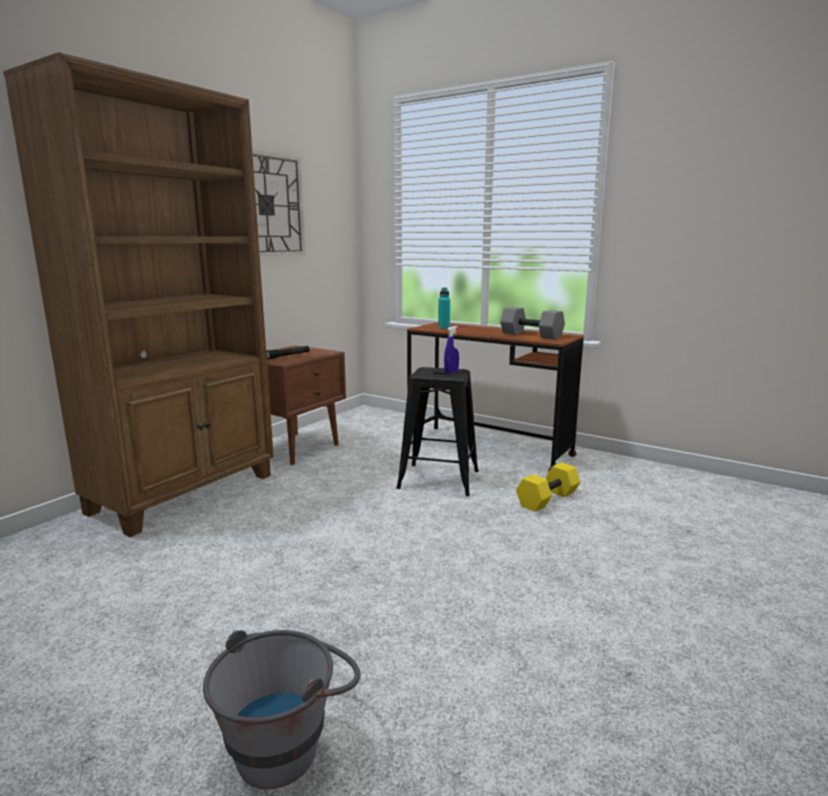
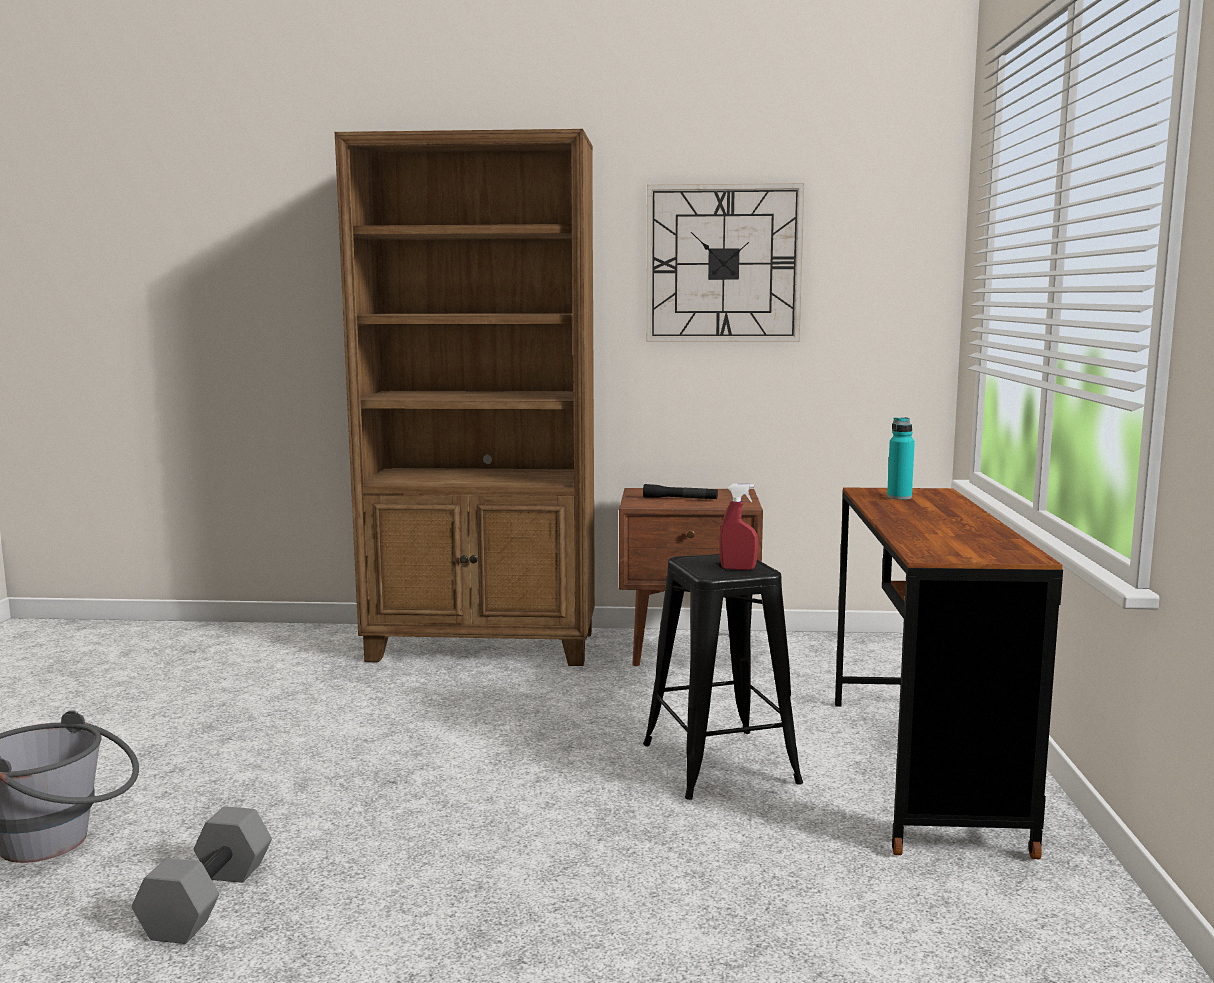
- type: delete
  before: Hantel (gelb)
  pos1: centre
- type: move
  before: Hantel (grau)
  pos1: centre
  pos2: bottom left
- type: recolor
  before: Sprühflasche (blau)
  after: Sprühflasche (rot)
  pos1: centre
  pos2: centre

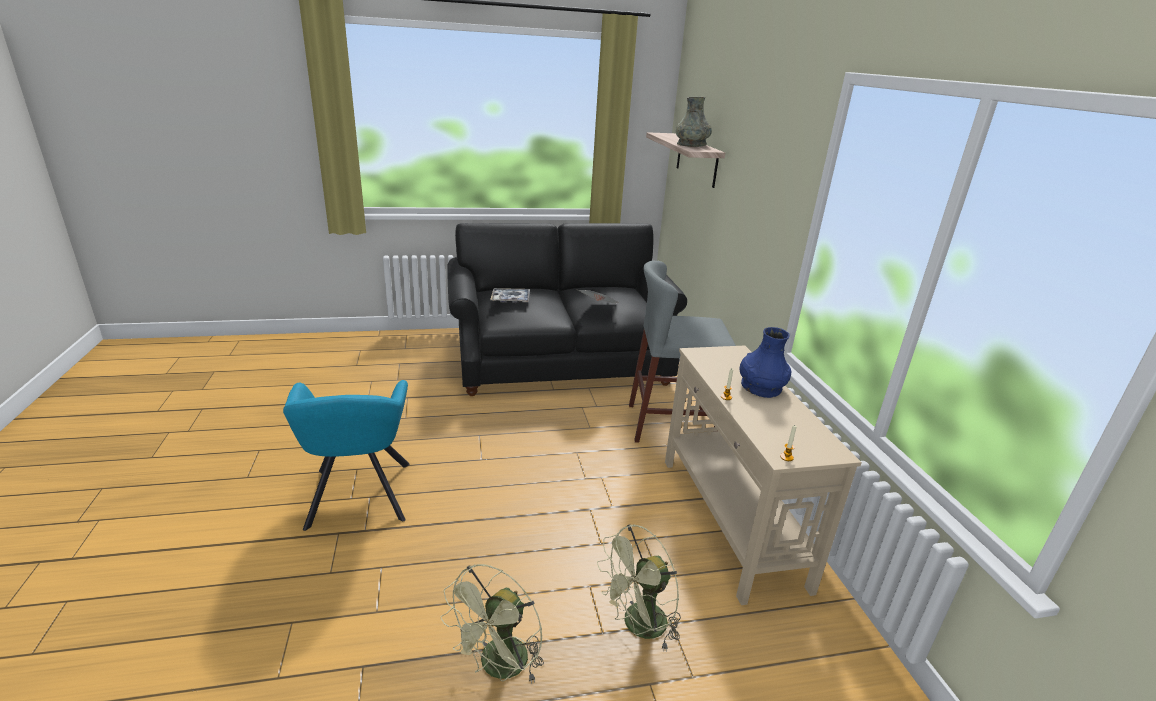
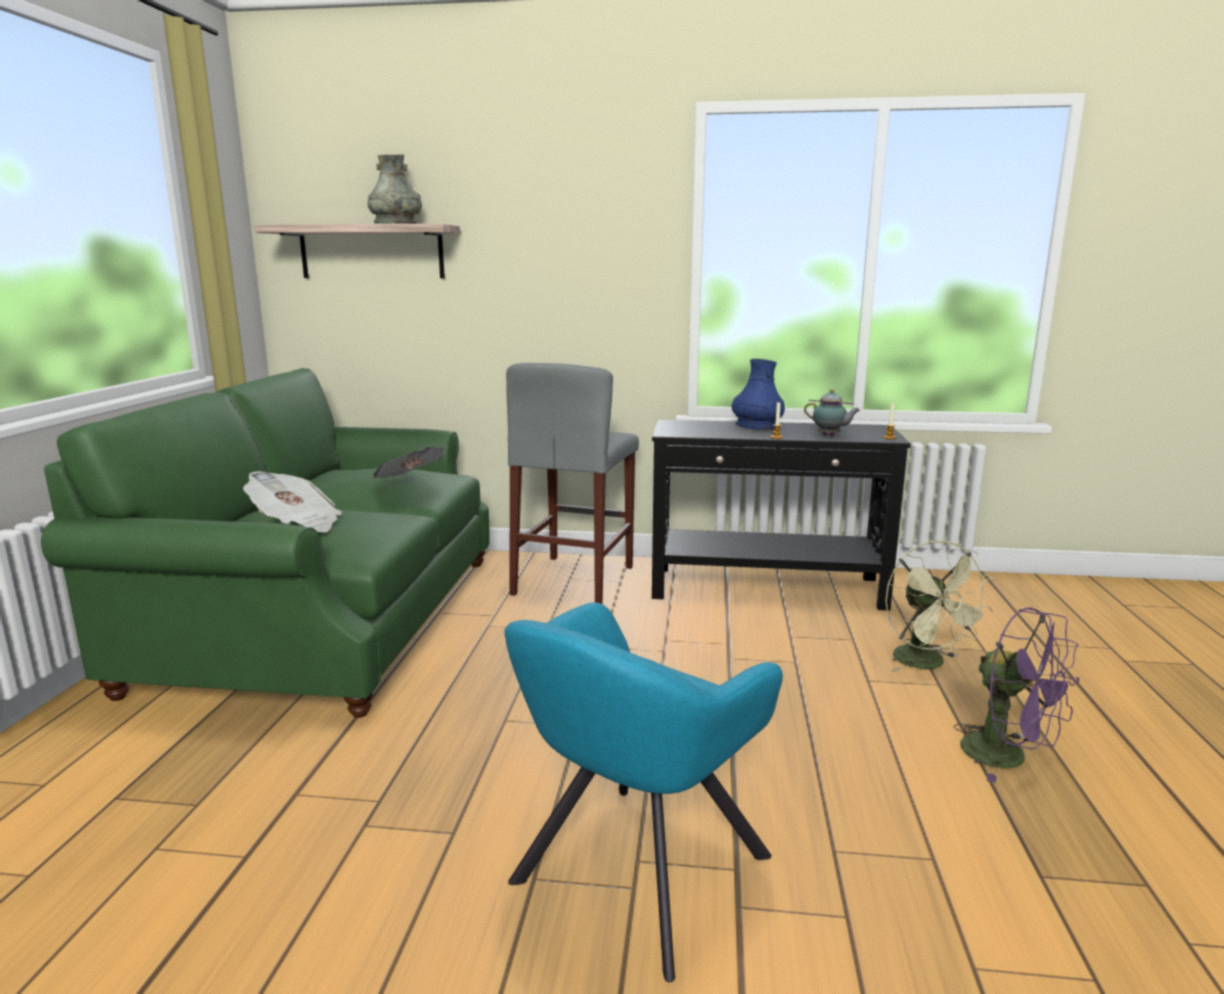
- type: insert
  after: Teekanne
  pos2: middle right
- type: replace
  before: Tablett
  after: Zeitung (1st from left)
  pos1: centre
  pos2: middle left
- type: recolor
  before: Ventilator (grün) (1st from left)
  after: Ventilator (lila)
  pos1: bottom centre
  pos2: bottom right
- type: recolor
  before: Sofa (schwarz)
  after: Sofa (grün)
  pos1: centre
  pos2: middle left
- type: recolor
  before: Konsolentisch (beige)
  after: Konsolentisch (schwarz)
  pos1: bottom centre
  pos2: centre
- type: rotate
  before: Sessel (türkis)
  pos1: middle left
  pos2: bottom centre
  turn: 120

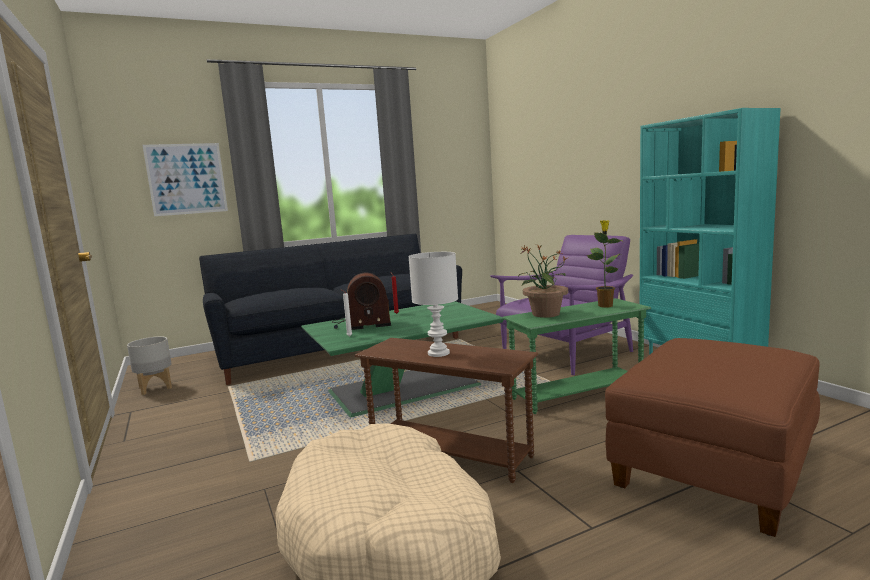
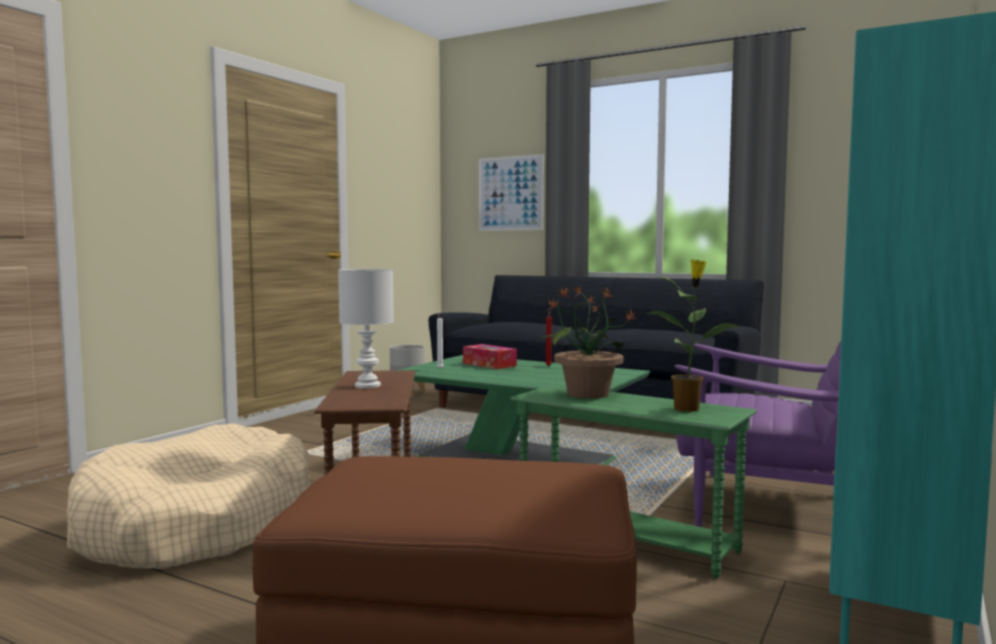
- type: replace
  before: Radio
  after: Taschentuchbox
  pos1: centre
  pos2: centre

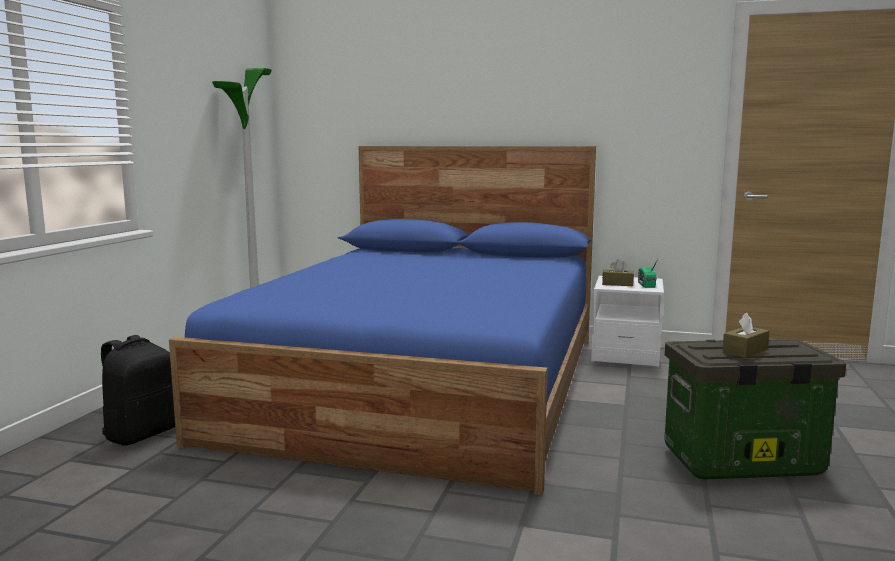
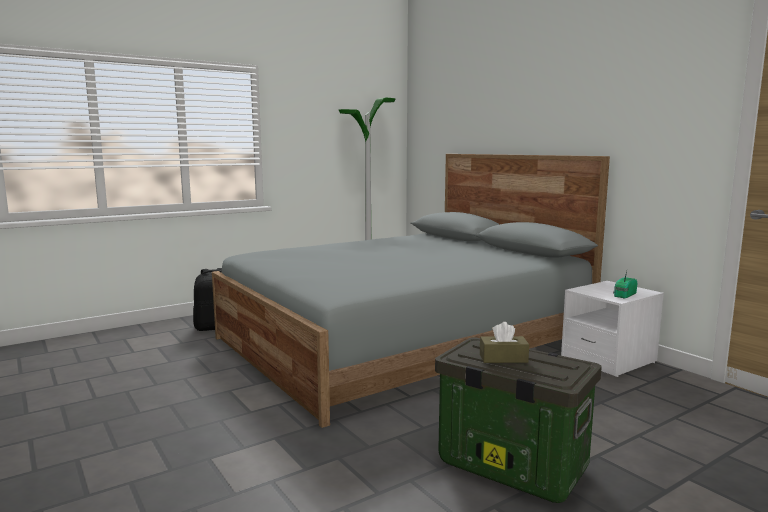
- type: delete
  before: Taschentuchbox (braun) (1st from left)
  pos1: middle right
- type: recolor
  before: Bett (blau)
  after: Bett (grau)
  pos1: centre
  pos2: centre

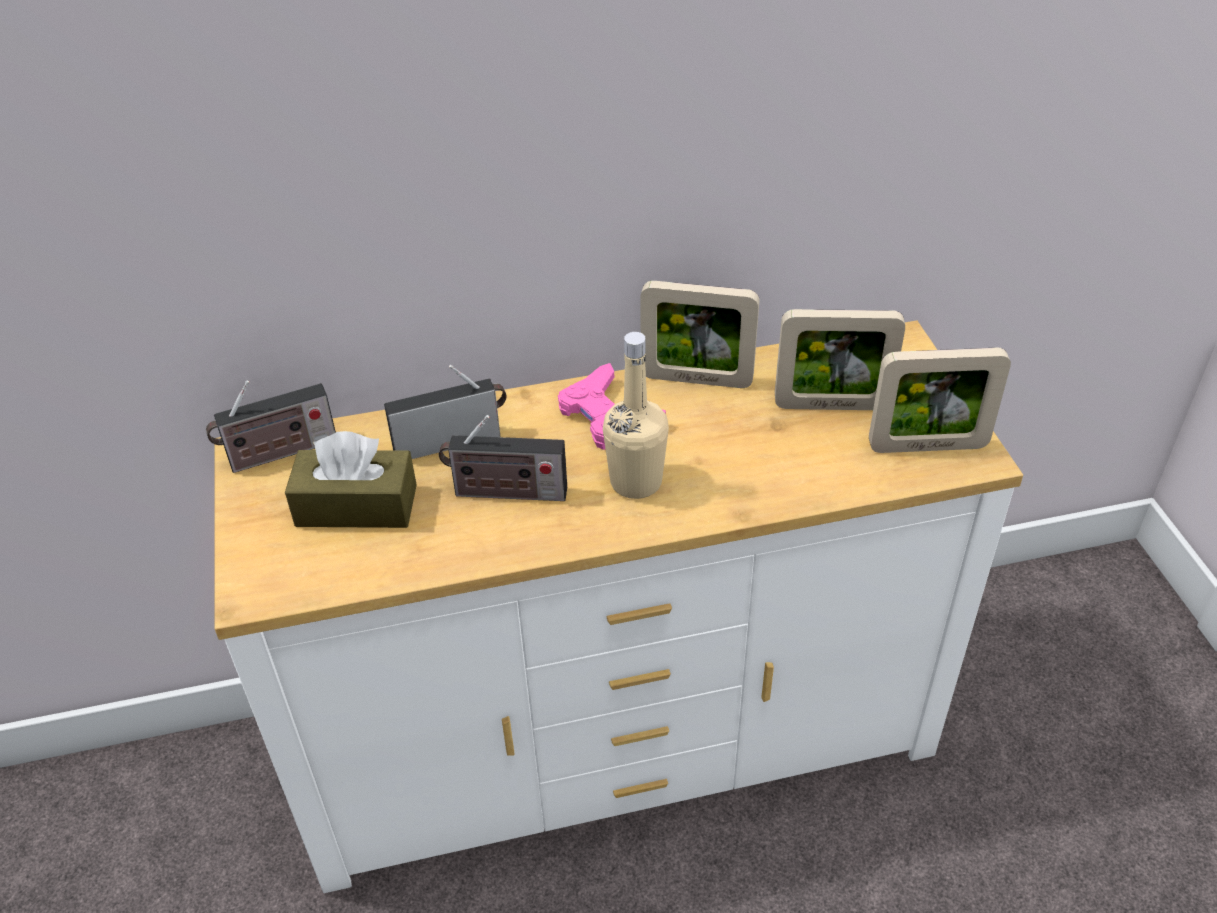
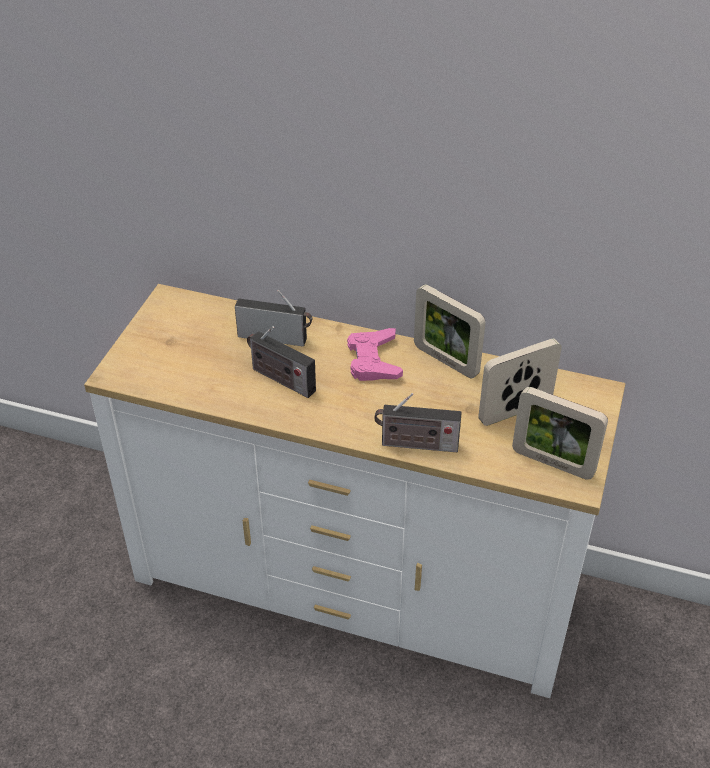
- type: delete
  before: Taschentuchbox (braun)
  pos1: middle left
- type: delete
  before: Flasche (beige)
  pos1: centre
- type: move
  before: Radio (1st from left in the first image)
  after: Radio (3rd from left)
  pos1: middle left
  pos2: centre
- type: rotate
  before: Bilderrahmen (2nd from left)
  pos1: middle right
  pos2: middle right
  turn: 120

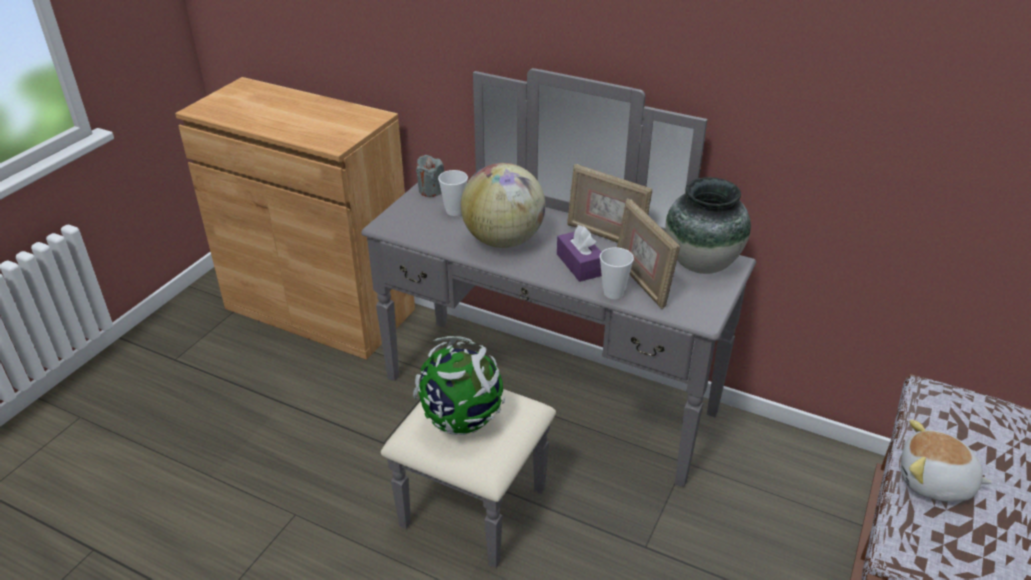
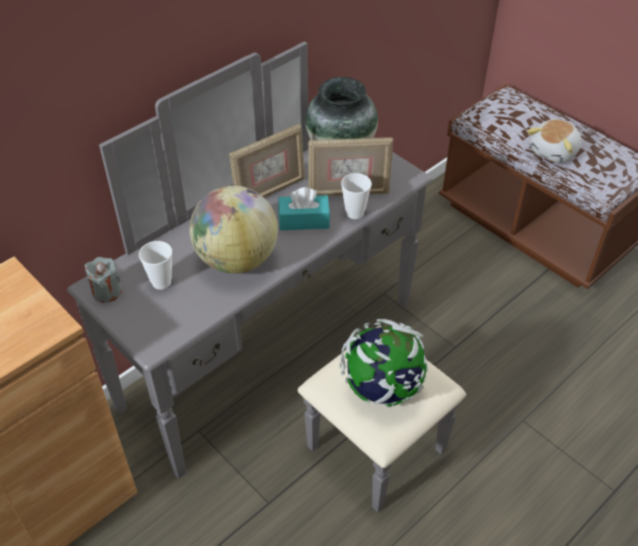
- type: recolor
  before: Taschentuchbox (lila)
  after: Taschentuchbox (türkis)
  pos1: centre
  pos2: centre

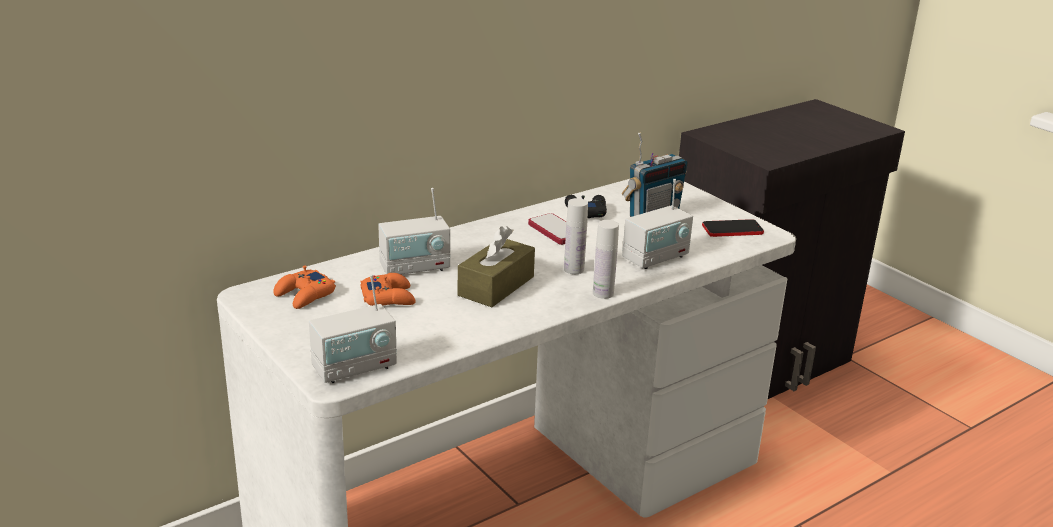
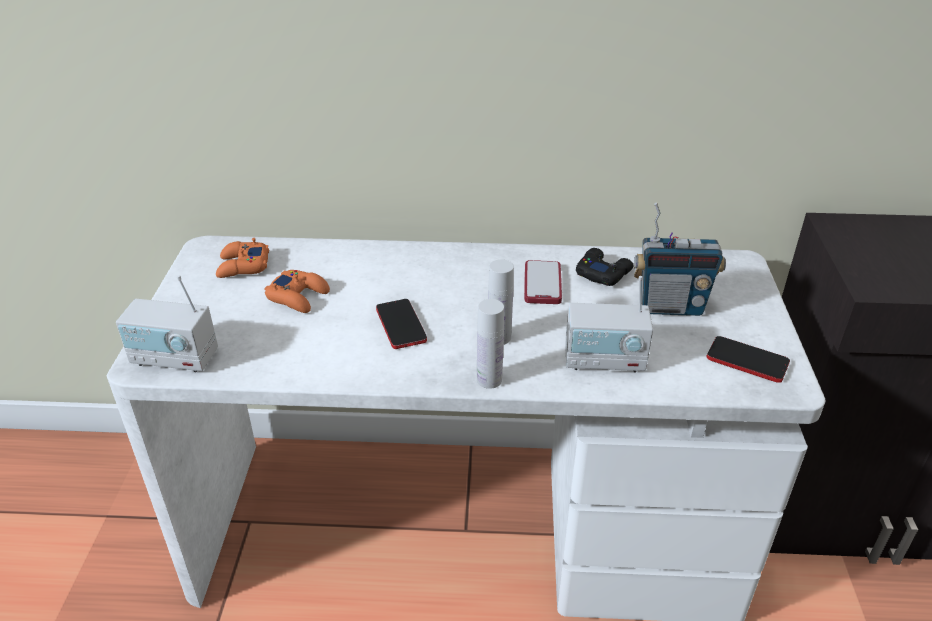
- type: delete
  before: Radio (2nd from left)
  pos1: centre
- type: replace
  before: Taschentuchbox (braun)
  after: Handy (1st from left)
  pos1: centre
  pos2: centre

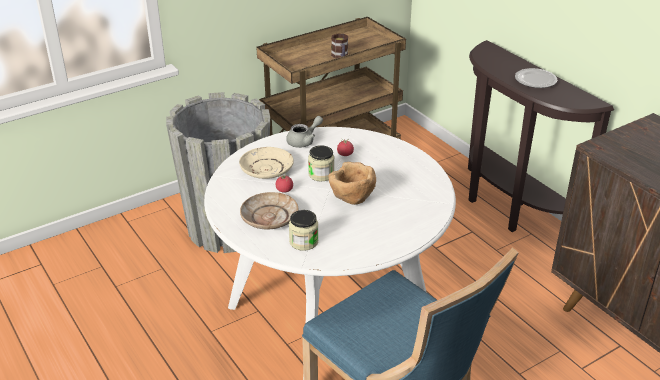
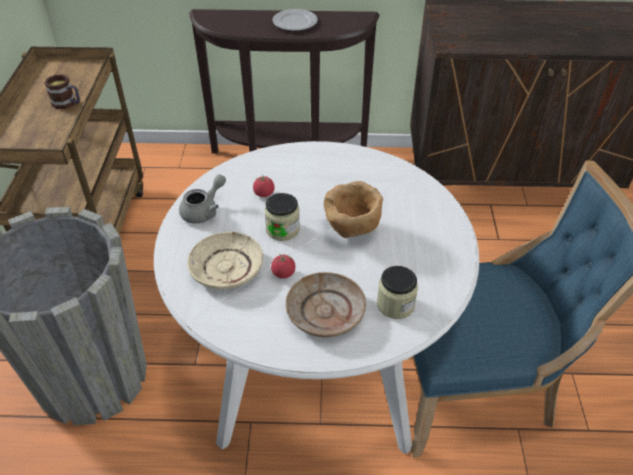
- type: rotate
  before: Teekanne (grau)
  pos1: centre
  pos2: middle left
  turn: 45

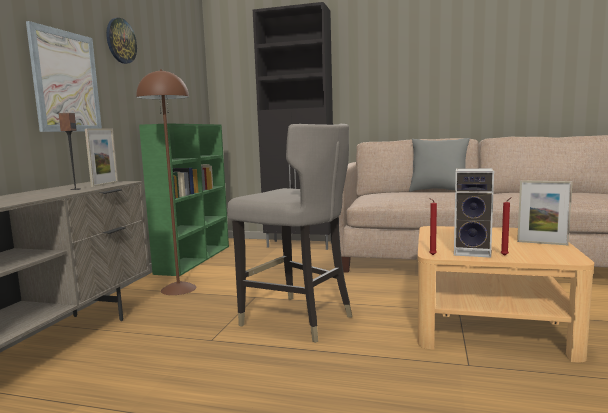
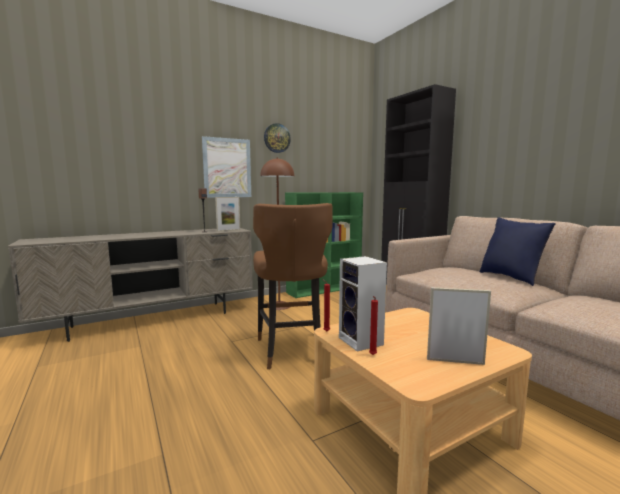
- type: recolor
  before: Hocker (grau)
  after: Hocker (braun)
  pos1: centre
  pos2: centre
- type: recolor
  before: Kissen (grau)
  after: Kissen (blau)
  pos1: middle right
  pos2: middle right
- type: rotate
  before: Bilderrahmen (2nd from left)
  pos1: middle right
  pos2: middle right
  turn: 120

